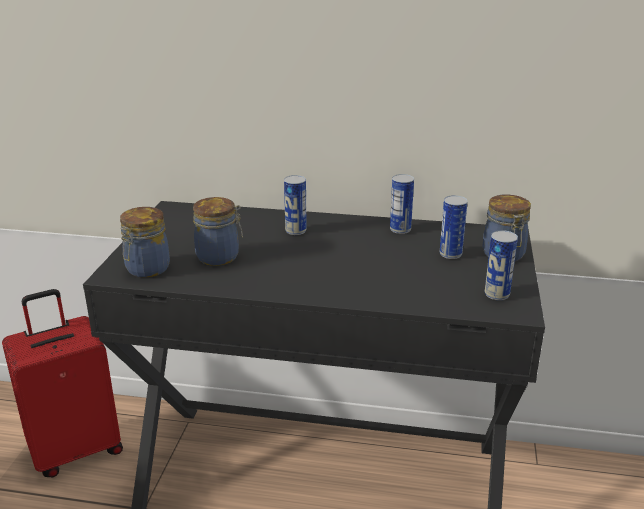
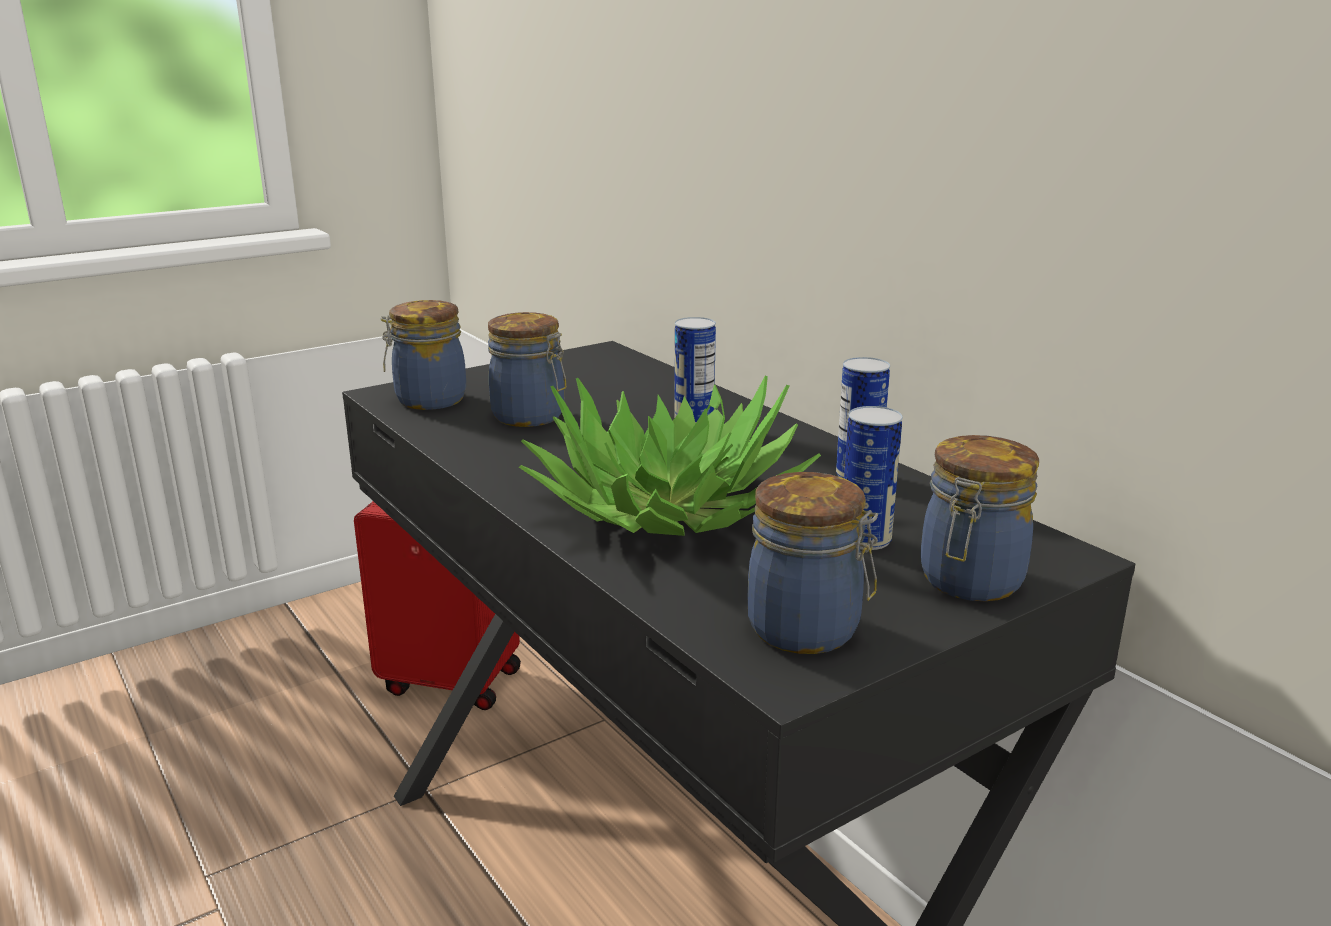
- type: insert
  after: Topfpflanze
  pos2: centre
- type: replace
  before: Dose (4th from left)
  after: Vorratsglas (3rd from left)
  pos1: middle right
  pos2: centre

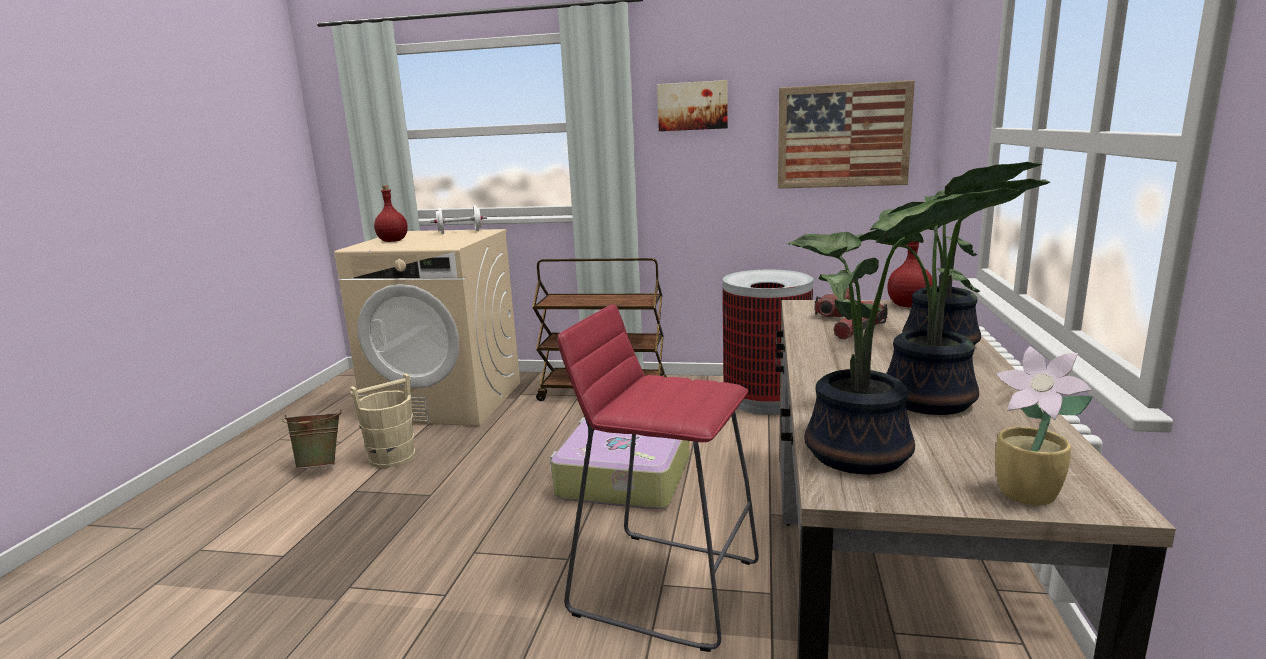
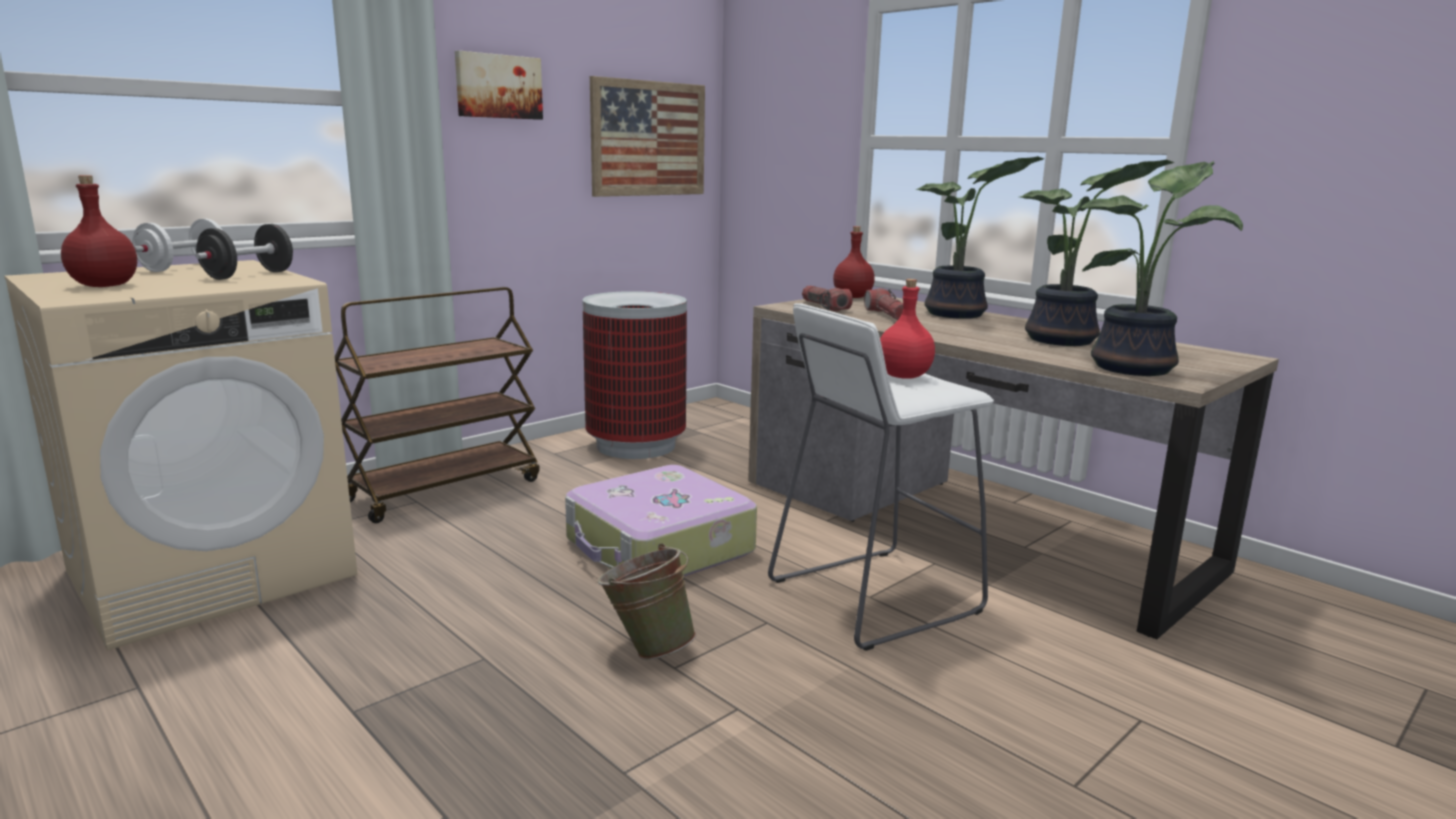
- type: delete
  before: Eimer (beige)
  pos1: middle left
- type: delete
  before: Topfpflanze (4th from left)
  pos1: middle right
- type: insert
  after: Hantel (schwarz)
  pos2: top left
- type: insert
  after: Flasche (rot) (3rd from left)
  pos2: centre
- type: move
  before: Eimer (grün)
  pos1: middle left
  pos2: bottom centre
- type: recolor
  before: Hocker (rot)
  after: Hocker (weiß)
  pos1: bottom centre
  pos2: centre

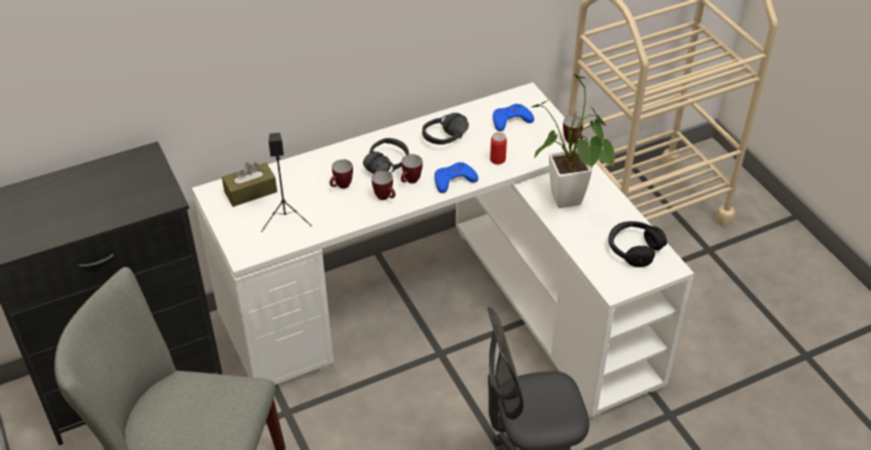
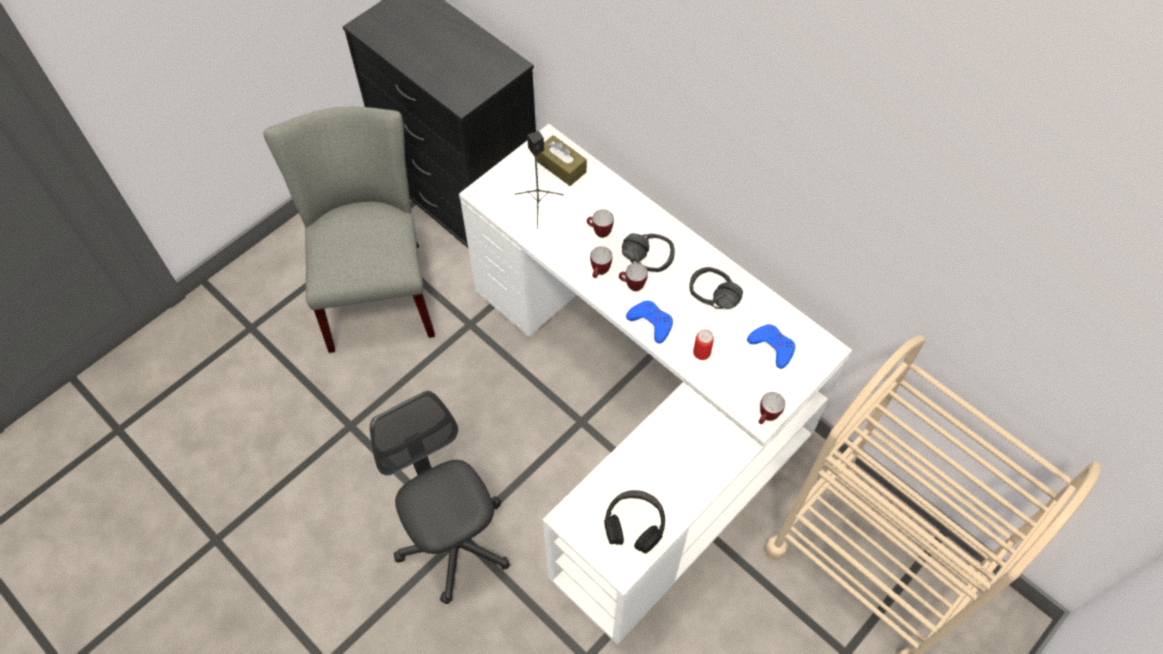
- type: delete
  before: Topfpflanze
  pos1: top centre

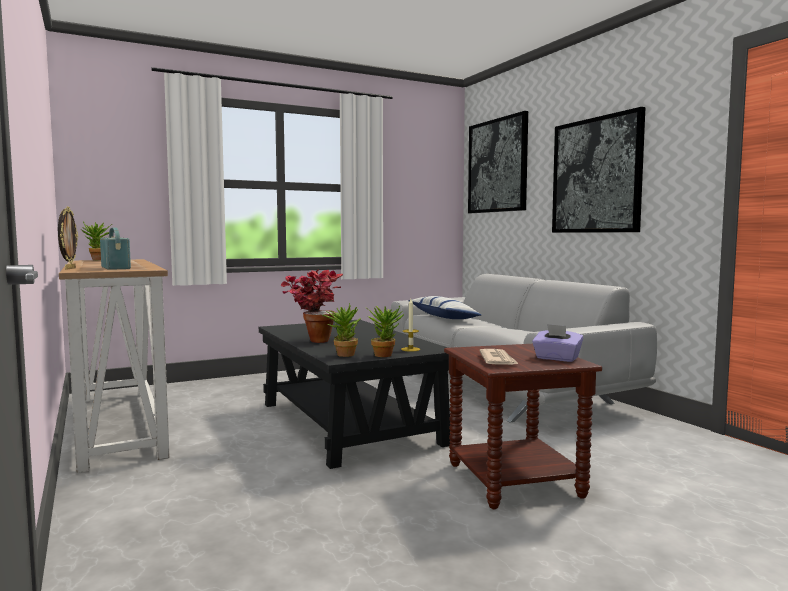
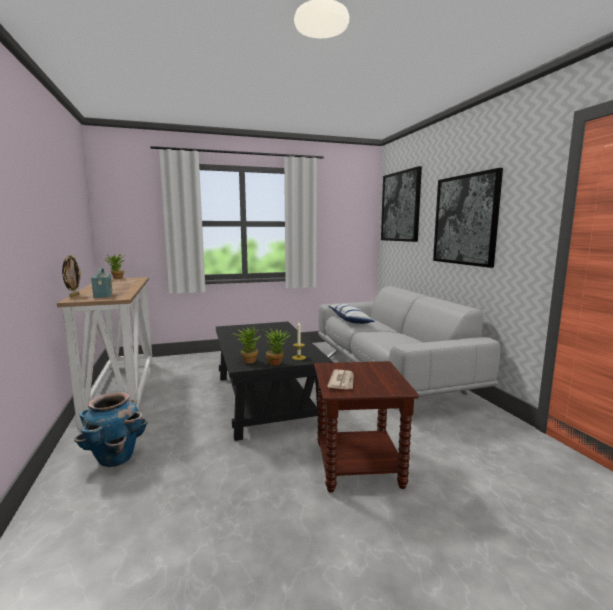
- type: delete
  before: Topfpflanze (2nd from left)
  pos1: centre
- type: delete
  before: Taschentuchbox (lila)
  pos1: middle right
- type: insert
  after: Pflanzkübel
  pos2: bottom left

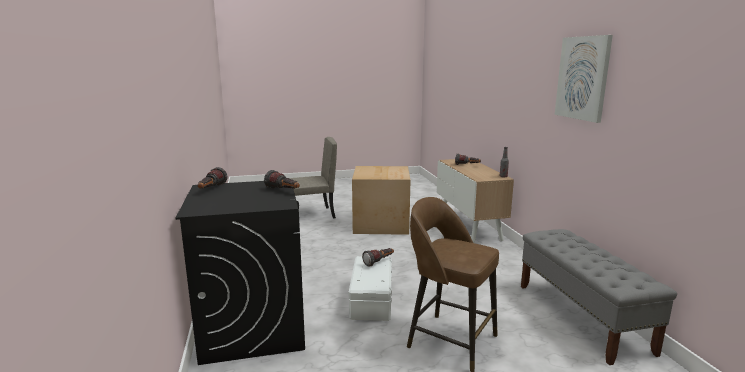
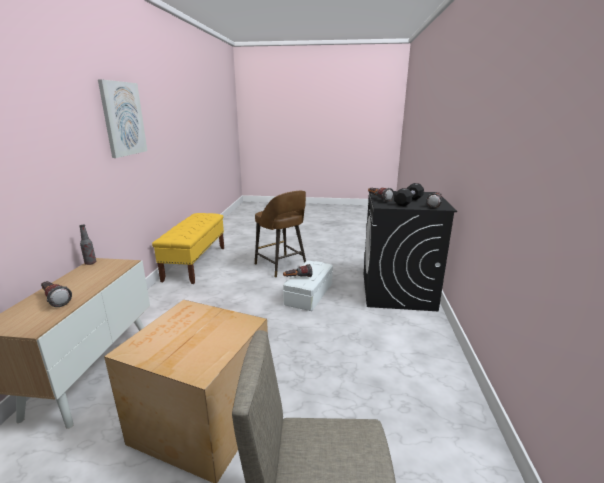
- type: insert
  after: Hantel (schwarz)
  pos2: middle right
- type: recolor
  before: Bank (grau)
  after: Bank (gelb)
  pos1: bottom right
  pos2: middle left

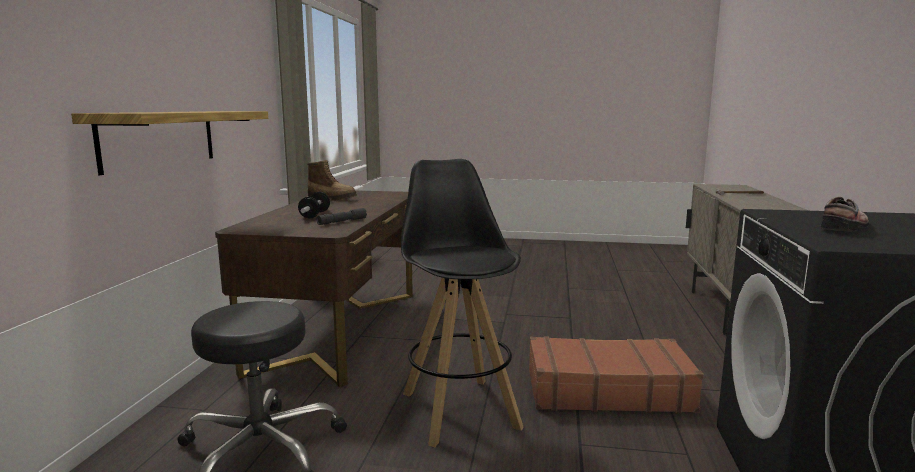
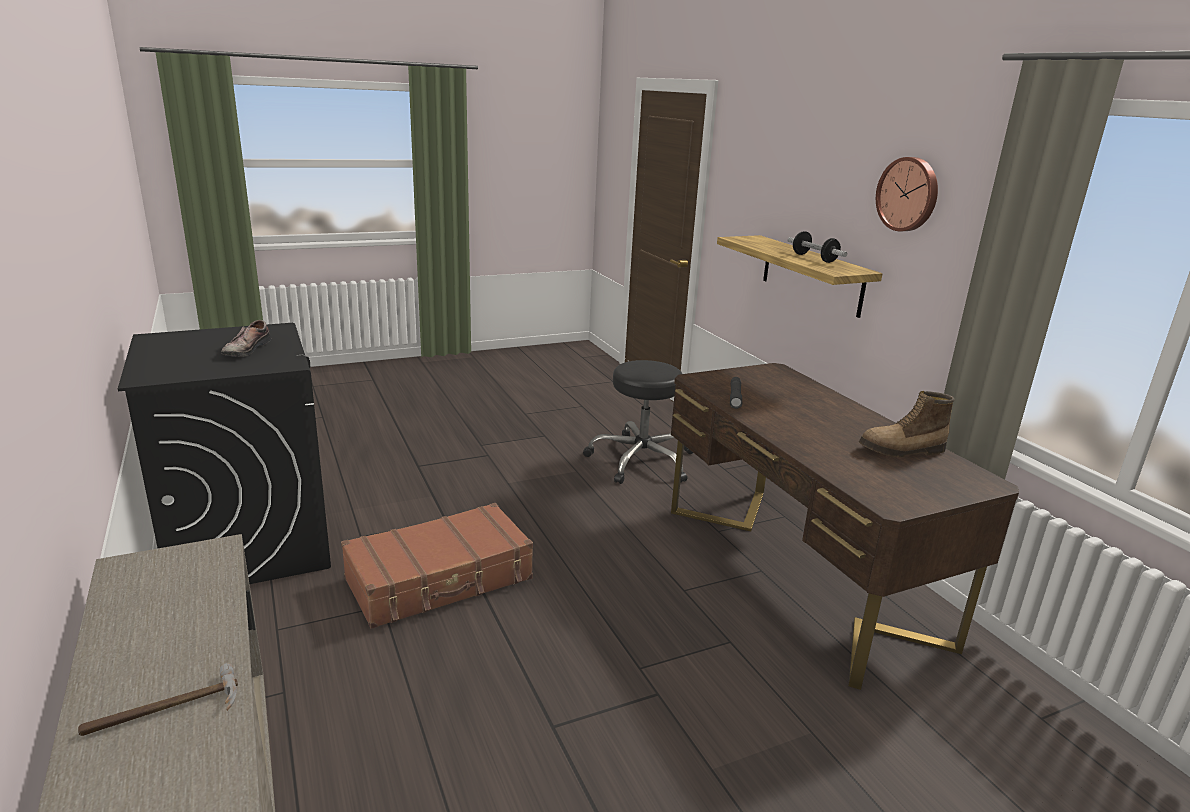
- type: delete
  before: Hocker (schwarz) (2nd from left)
  pos1: centre
- type: insert
  after: Wanduhr
  pos2: top right
- type: move
  before: Hantel
  pos1: centre
  pos2: top right

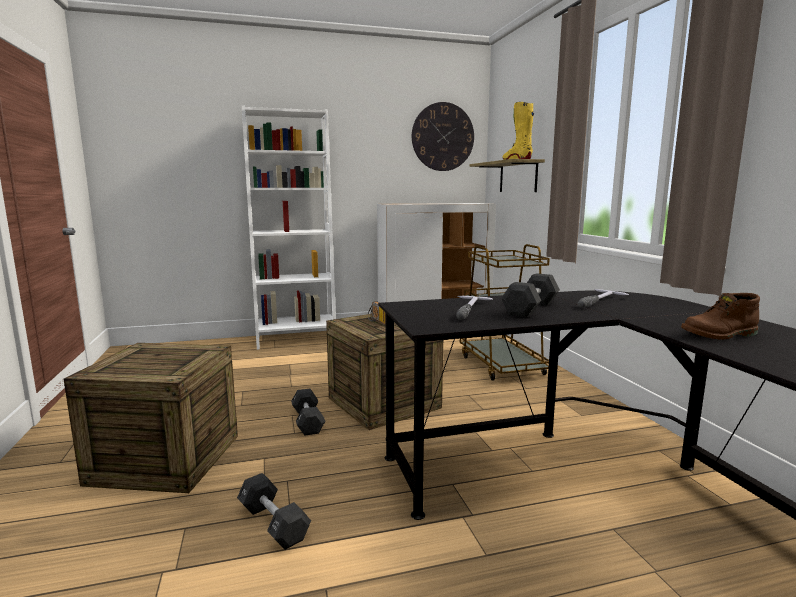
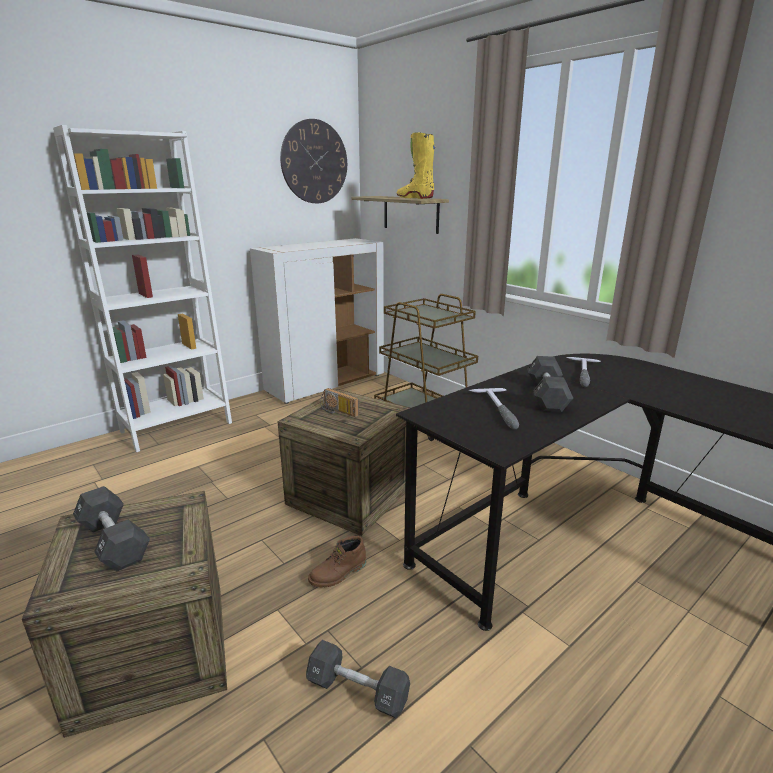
- type: move
  before: Hantel (schwarz) (2nd from left in the first image)
  after: Hantel (schwarz) (1st from left)
  pos1: bottom centre
  pos2: bottom left
- type: move
  before: Stiefel (braun)
  pos1: middle right
  pos2: bottom centre

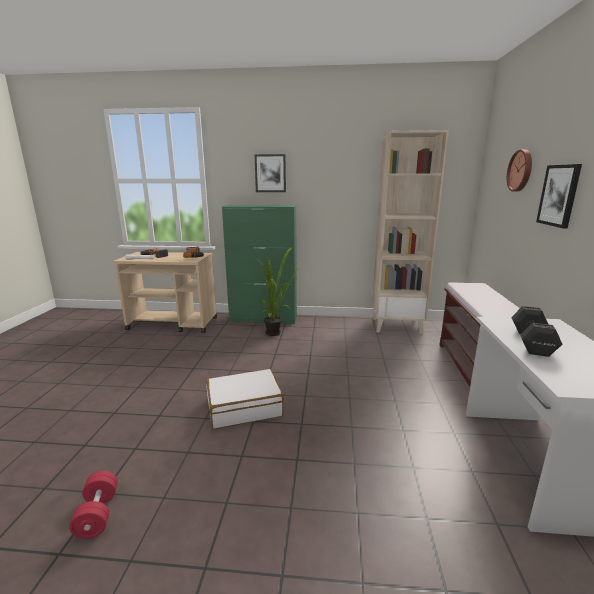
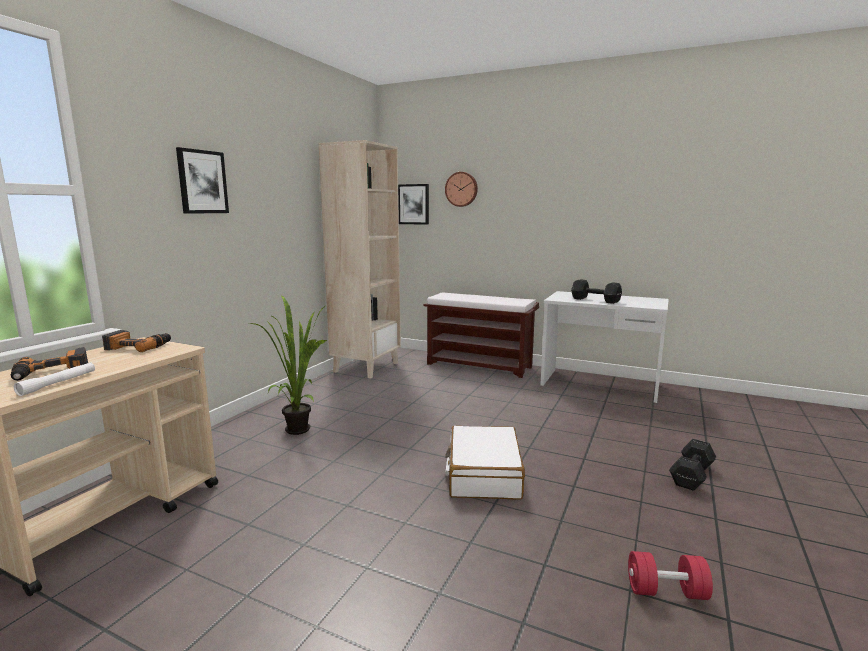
- type: delete
  before: Schrank (grün)
  pos1: centre
- type: insert
  after: Hantel (schwarz) (2nd from left)
  pos2: bottom right
- type: move
  before: Bild (2nd from left)
  pos1: top right
  pos2: top centre

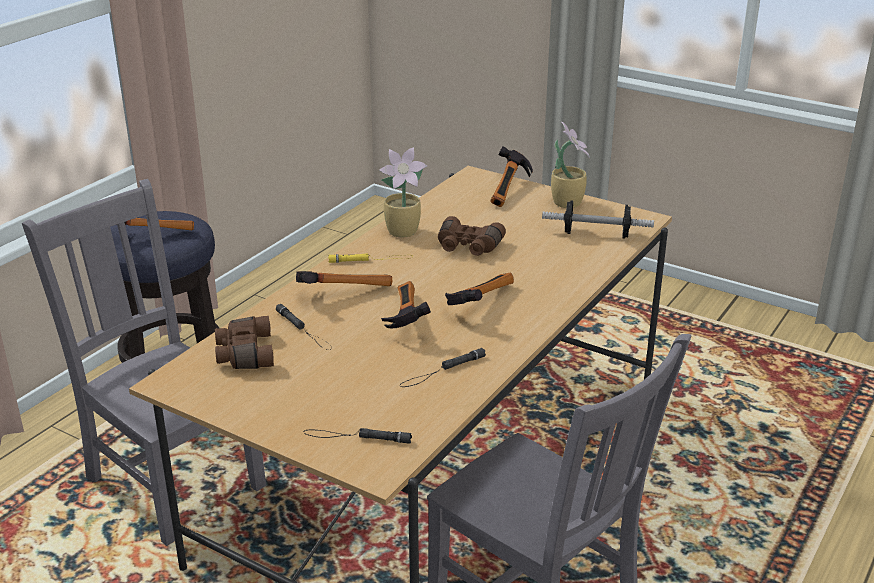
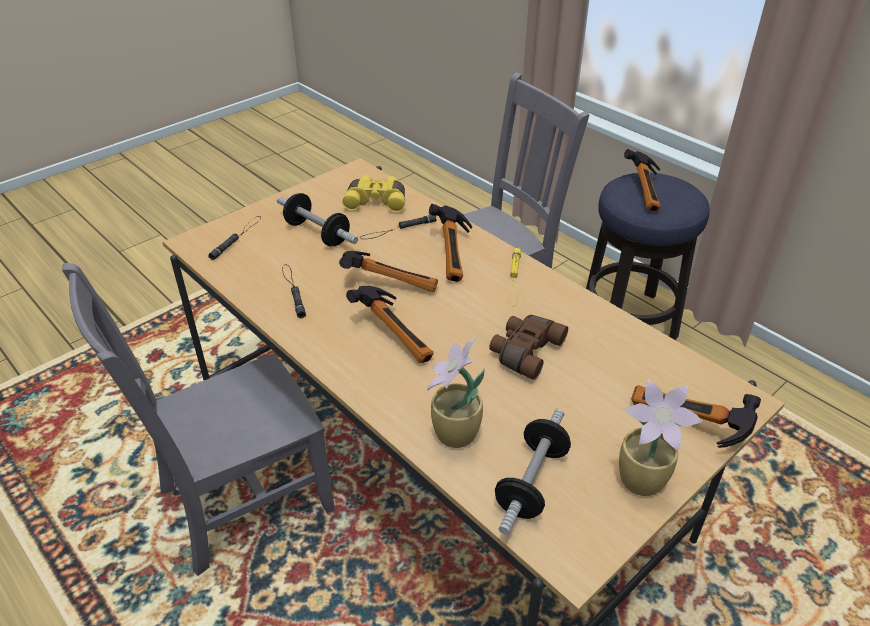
- type: insert
  after: Hantel (1st from left)
  pos2: centre
- type: move
  before: Topfpflanze (1st from left)
  pos1: top centre
  pos2: centre
- type: recolor
  before: Fernglas (braun) (1st from left)
  after: Fernglas (gelb)
  pos1: middle left
  pos2: top centre

